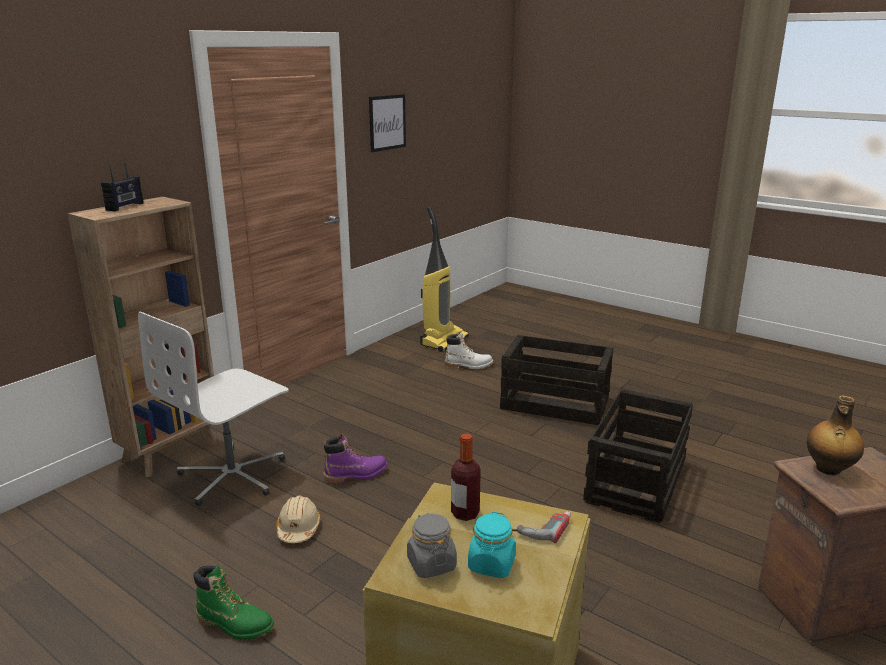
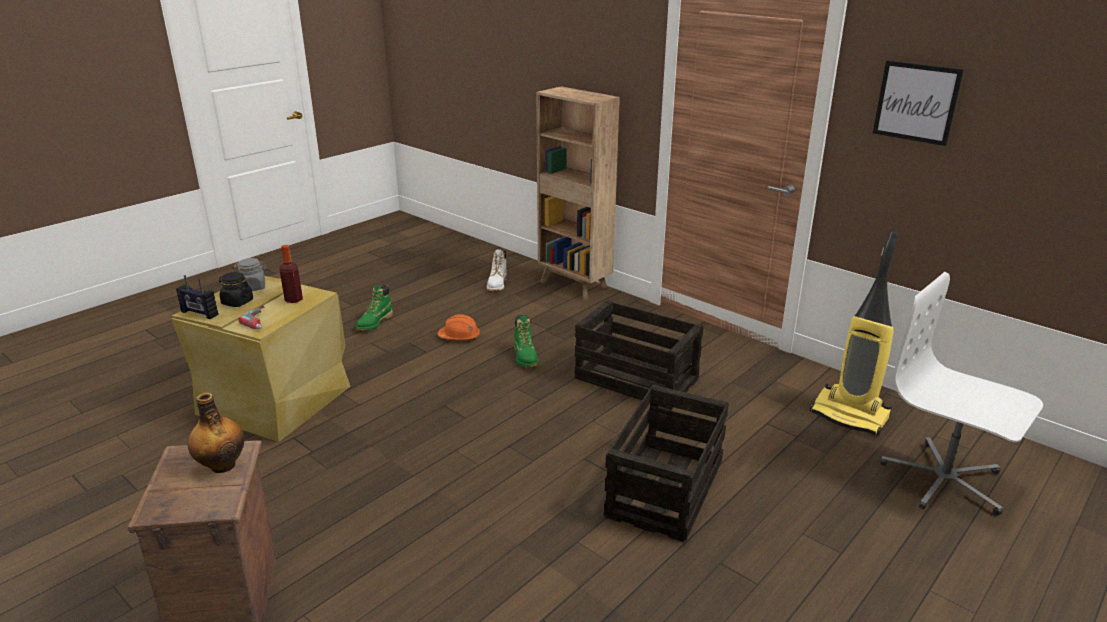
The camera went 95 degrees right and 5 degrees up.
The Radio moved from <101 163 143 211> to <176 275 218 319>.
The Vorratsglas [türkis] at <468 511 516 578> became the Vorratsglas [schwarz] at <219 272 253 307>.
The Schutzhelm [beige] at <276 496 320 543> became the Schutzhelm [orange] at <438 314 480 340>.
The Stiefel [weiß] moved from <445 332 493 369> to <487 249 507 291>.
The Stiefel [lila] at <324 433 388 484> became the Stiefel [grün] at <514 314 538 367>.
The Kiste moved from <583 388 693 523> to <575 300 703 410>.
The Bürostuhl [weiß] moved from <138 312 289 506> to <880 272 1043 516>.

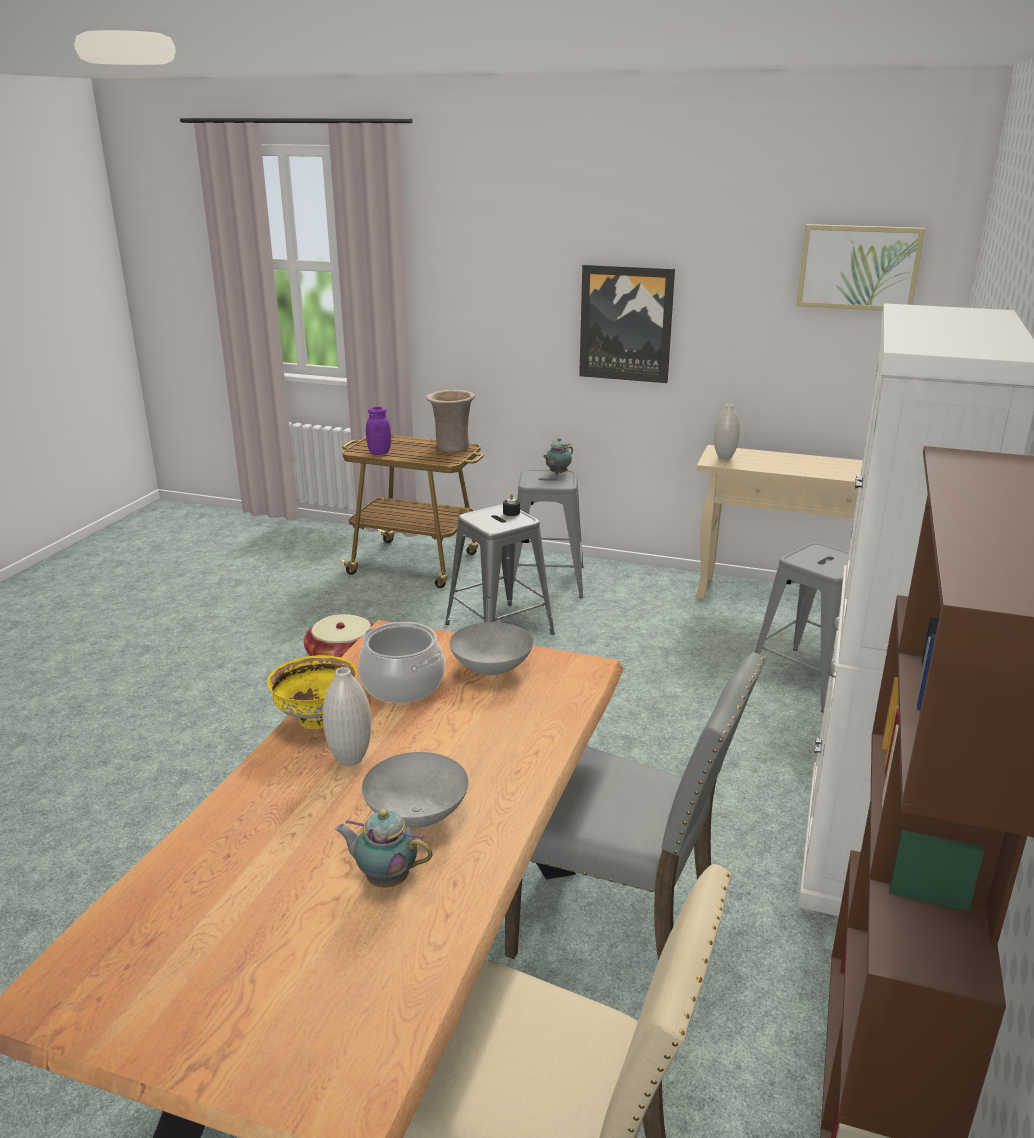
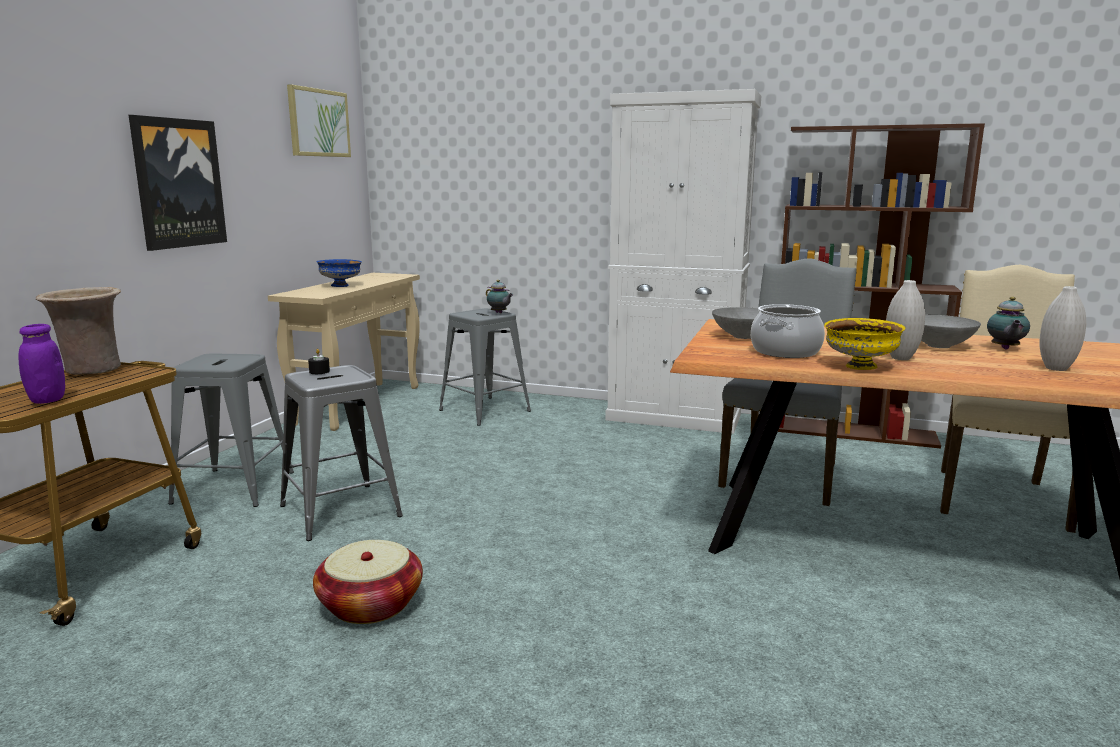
The camera went 90 degrees left and 10 degrees down.
The Schüssel [blau] at <316 259 362 287> appeared.
The Teekanne moved from <543 438 573 474> to <486 280 513 313>.
The Vase [weiß] moved from <714 404 740 460> to <1040 286 1086 371>.

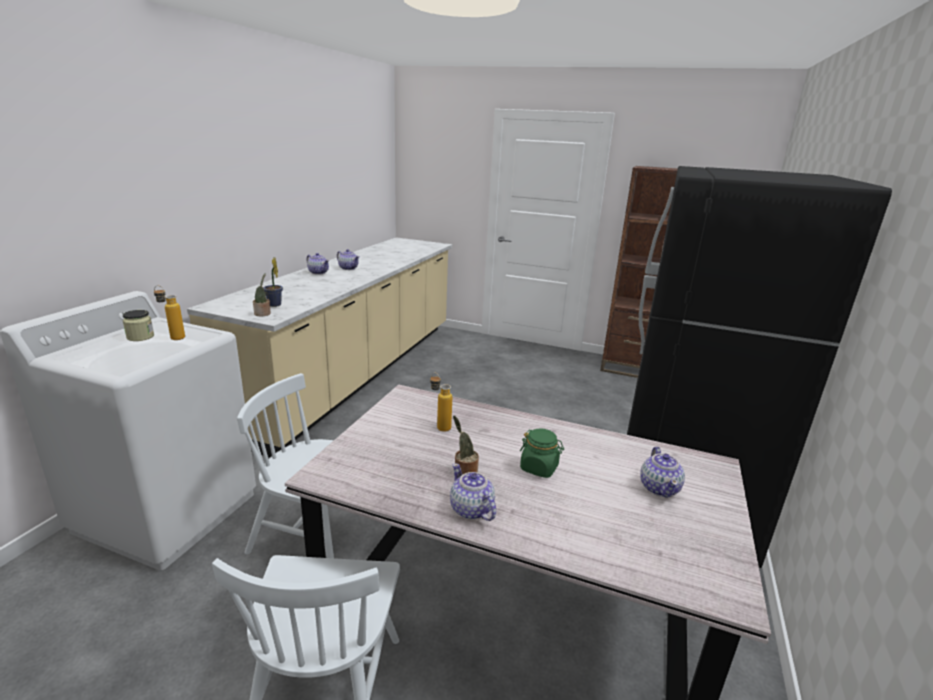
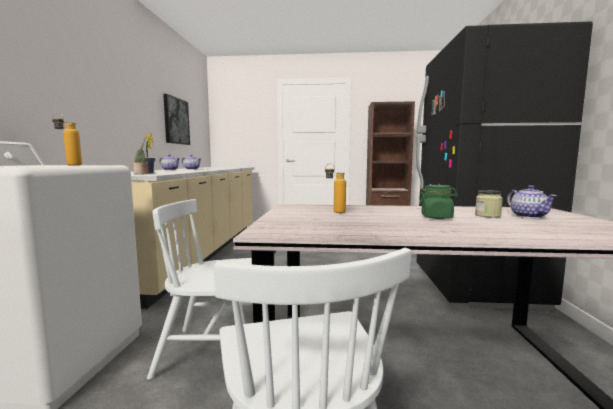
The camera went 15 degrees left and 15 degrees down.
The Bild at <163 94 190 145> appeared.
The Vorratsglas moved from <123 310 154 341> to <475 190 503 218>.
The Teekanne at <450 463 496 521> disappeared.
The Topfpflanze at <453 416 479 475> disappeared.

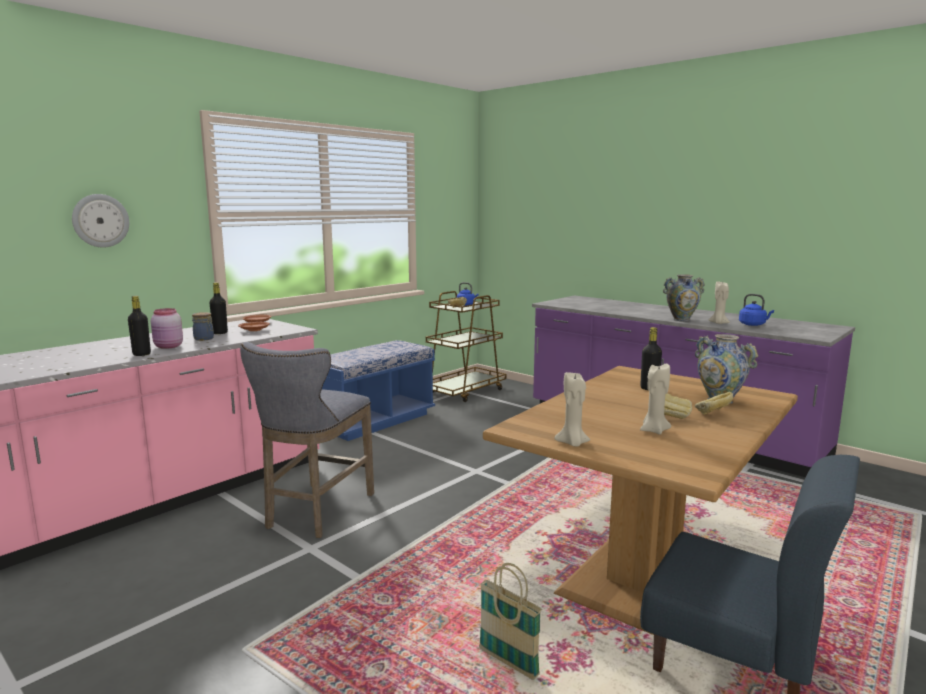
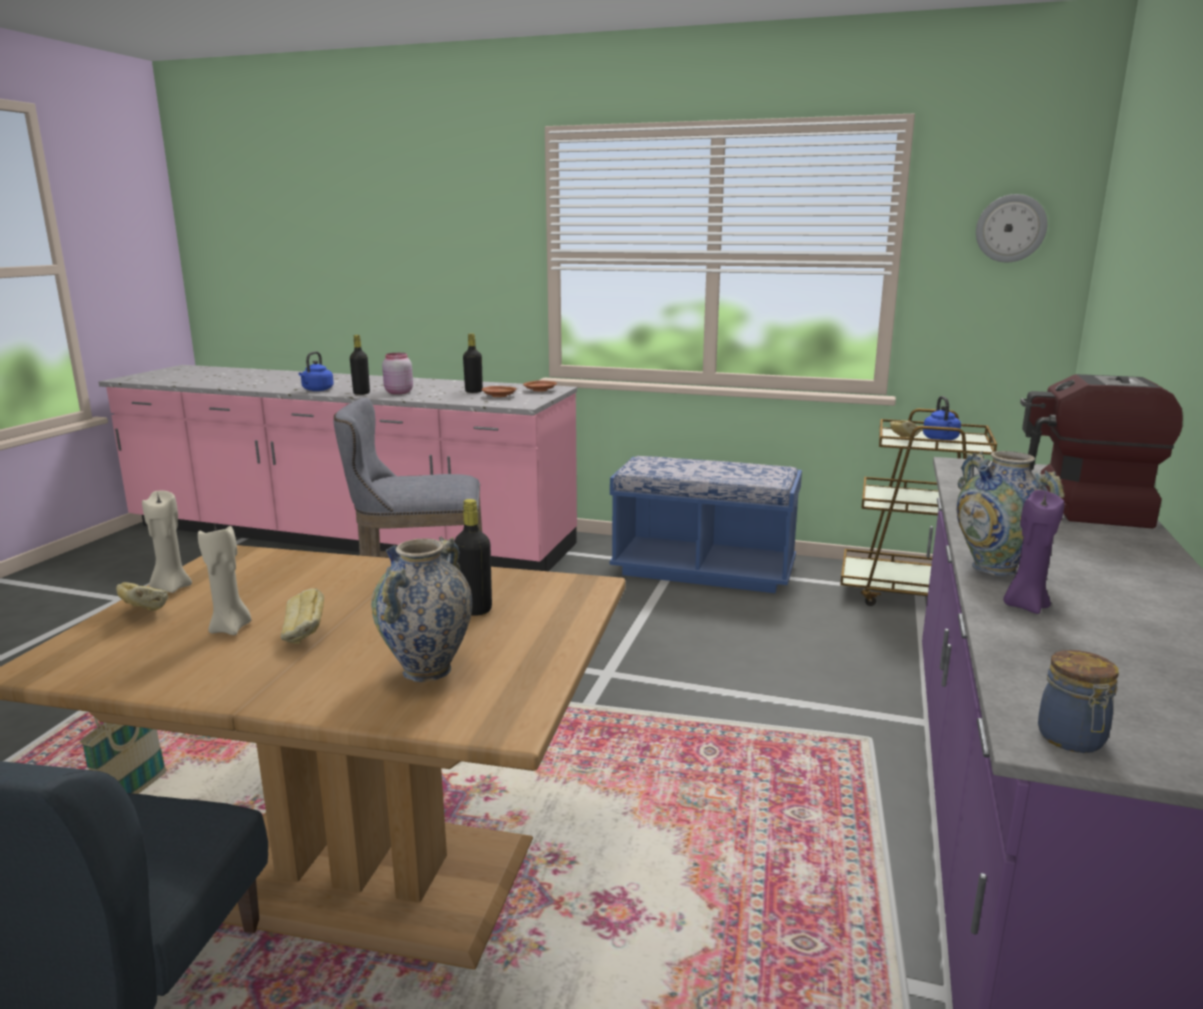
The camera went 65 degrees right and 5 degrees up.
The Brot moved from <695 392 733 415> to <116 582 168 611>.
The Wasserkessel [blau] moved from <739 294 774 326> to <299 351 334 391>.
The Wanduhr moved from <72 194 129 248> to <976 194 1047 262>.
The Kerze [beige] at <709 281 730 324> became the Kerze [lila] at <1003 490 1064 614>.
The Kaffeemaschine at <1020 374 1183 528> appeared.
The Vorratsglas moved from <192 312 214 341> to <1038 650 1119 753>.

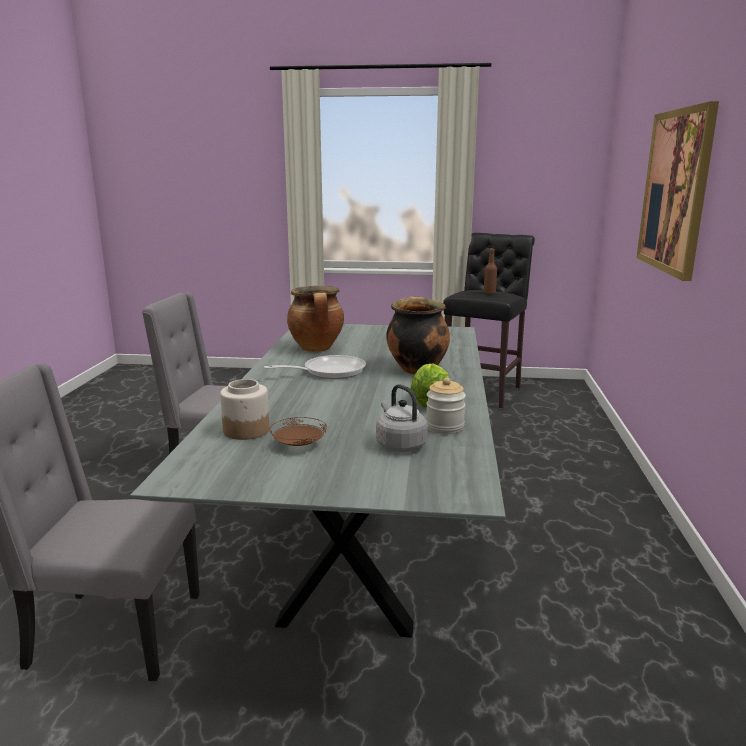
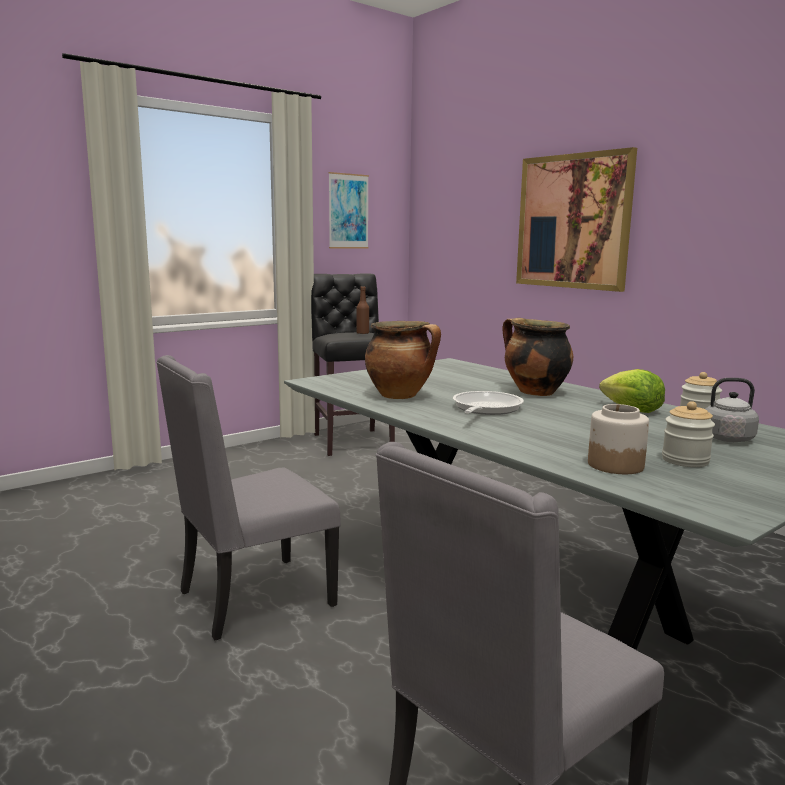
The camera went 45 degrees left and 5 degrees down.
The Bild at <328 172 369 248> appeared.
The Teller [braun] at <269 417 327 446> was replaced by the Vorratsglas at <662 401 715 467>.

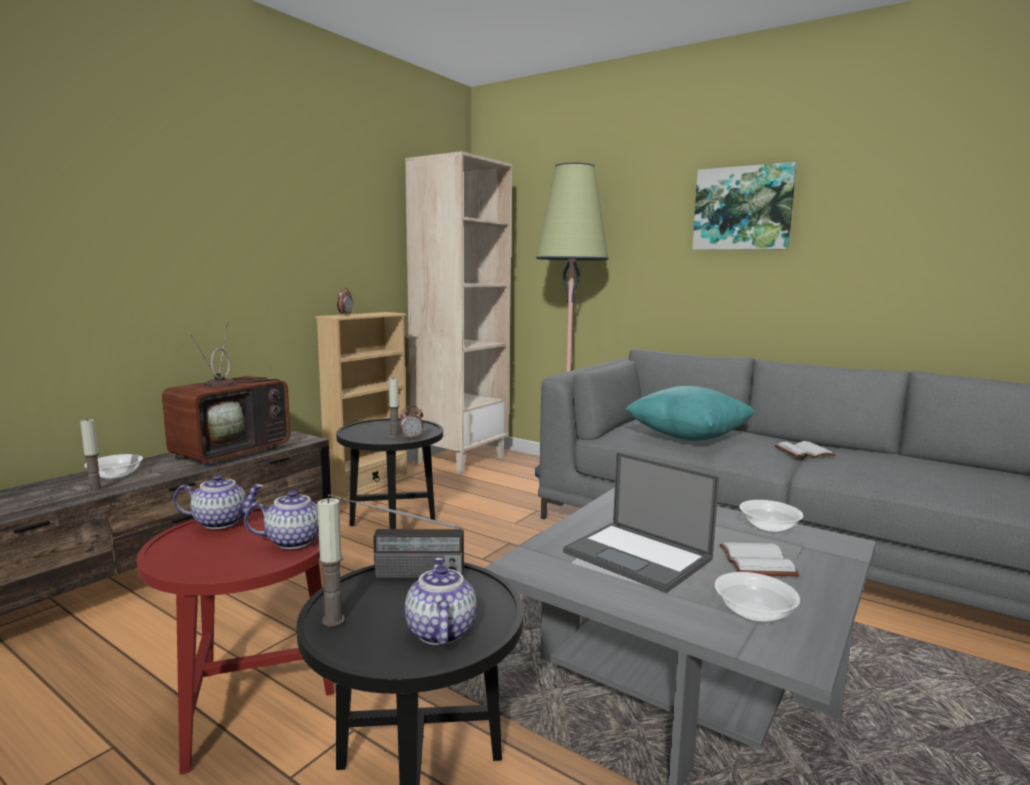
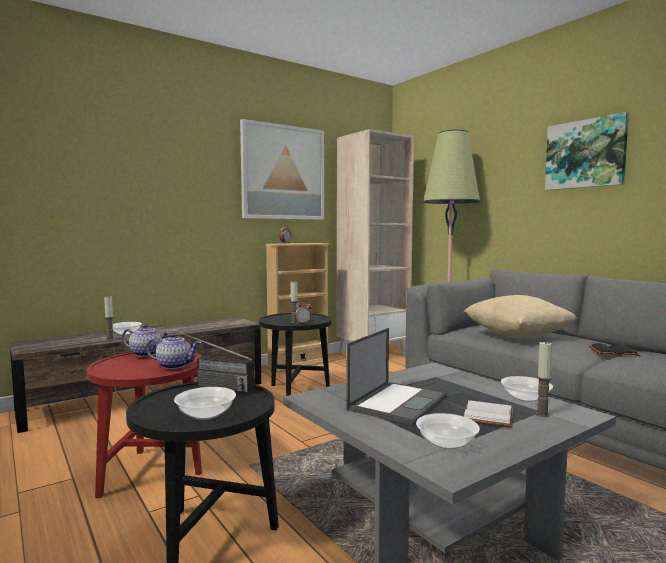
The camera went 20 degrees right and 5 degrees down.
The Teekanne at <405 557 477 646> was replaced by the Schüssel at <174 387 236 420>.
The Bild at <240 119 324 220> appeared.
The Laptop at <563 452 719 593> turned 120 degrees counterclockwise.
The Kissen [türkis] at <625 386 755 441> became the Kissen [beige] at <464 295 577 339>.
The Kerze moved from <317 498 345 626> to <536 342 552 417>.
The Buch [weiß] at <775 441 836 458> became the Buch [schwarz] at <589 343 641 357>.
The Fernseher at <162 320 291 466> disappeared.

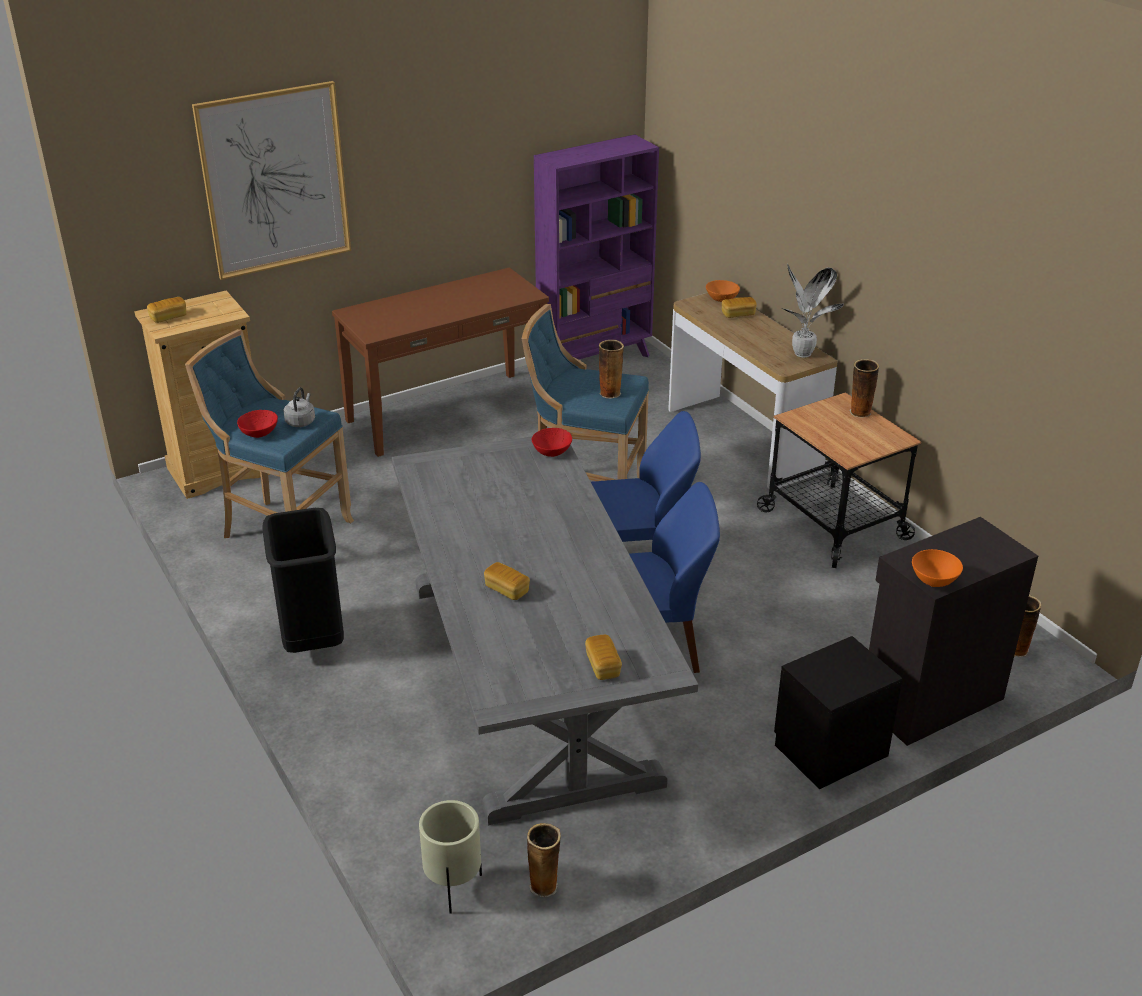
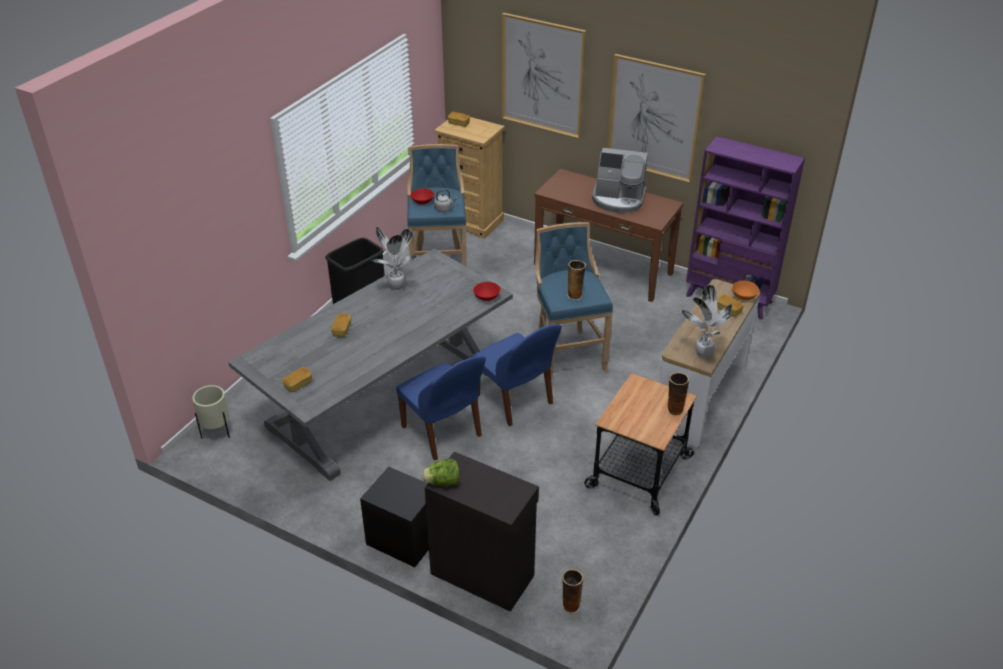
The camera went 60 degrees right and 5 degrees up.
The Topfpflanze at <371 227 417 291> appeared.
The Schüssel [orange] at <912 549 963 587> was replaced by the Salatkopf at <421 458 460 486>.
The Kaffeemaschine at <592 148 648 213> appeared.
The Bild at <607 54 706 183> appeared.
The Vase at <527 823 561 897> disappeared.

